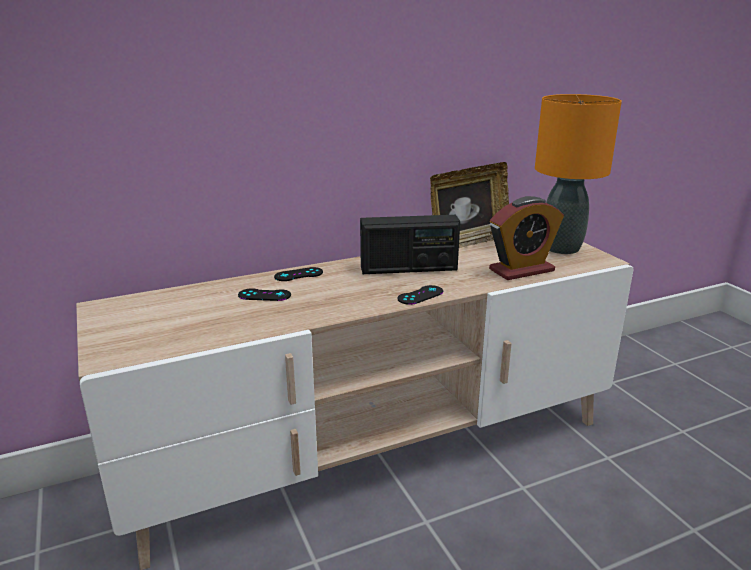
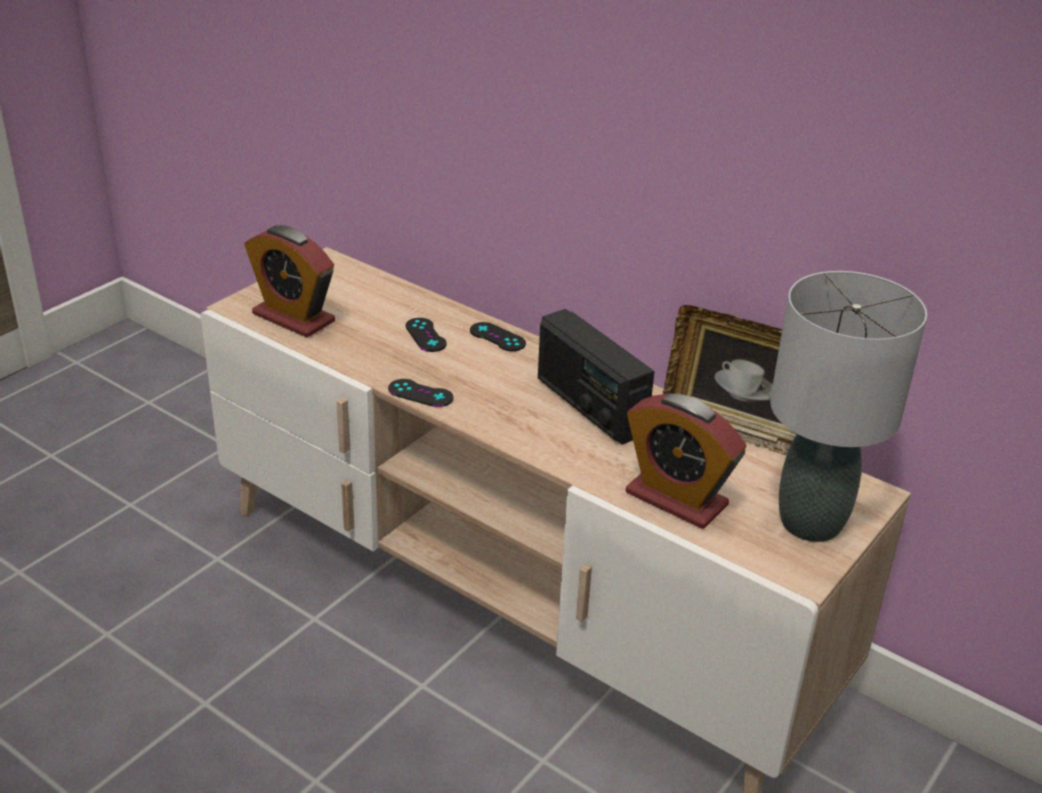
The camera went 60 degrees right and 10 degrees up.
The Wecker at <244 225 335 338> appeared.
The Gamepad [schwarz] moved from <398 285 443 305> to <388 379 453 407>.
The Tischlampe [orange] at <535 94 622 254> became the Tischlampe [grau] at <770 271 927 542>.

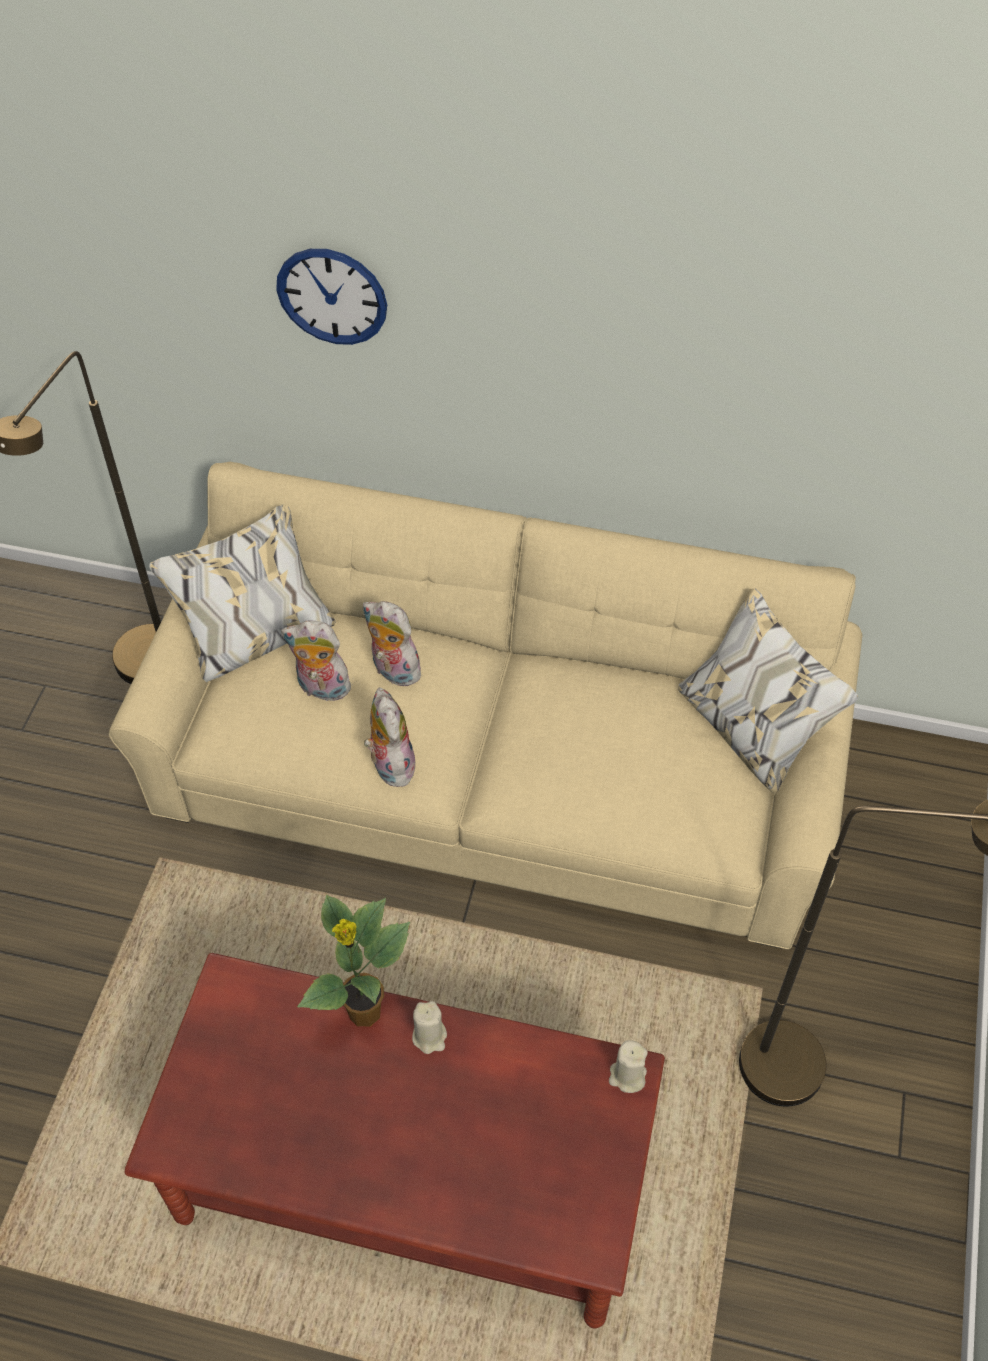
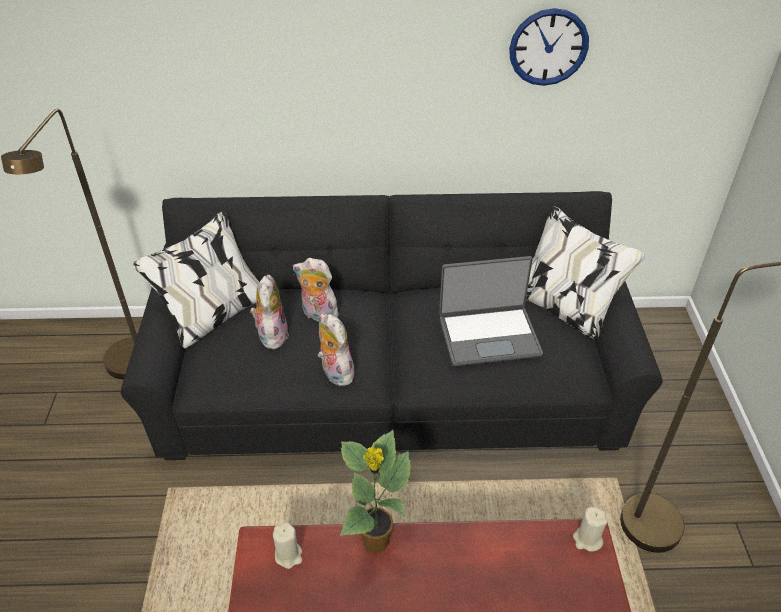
The camera went 15 degrees left and 10 degrees down.
The Sofa [beige] at <108 462 862 949> became the Sofa [schwarz] at <120 191 663 460>.
The Plüschtier at <281 621 351 701> turned 90 degrees clockwise.
The Kerze [beige] moved from <412 1001 447 1054> to <273 522 302 569>.
The Laptop at <439 256 543 366> appeared.
The Wanduhr moved from <276 249 387 345> to <509 8 589 86>.

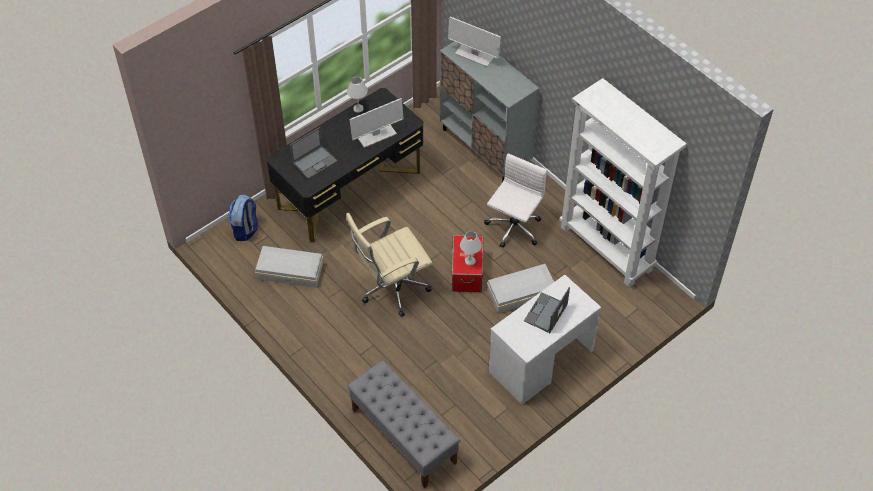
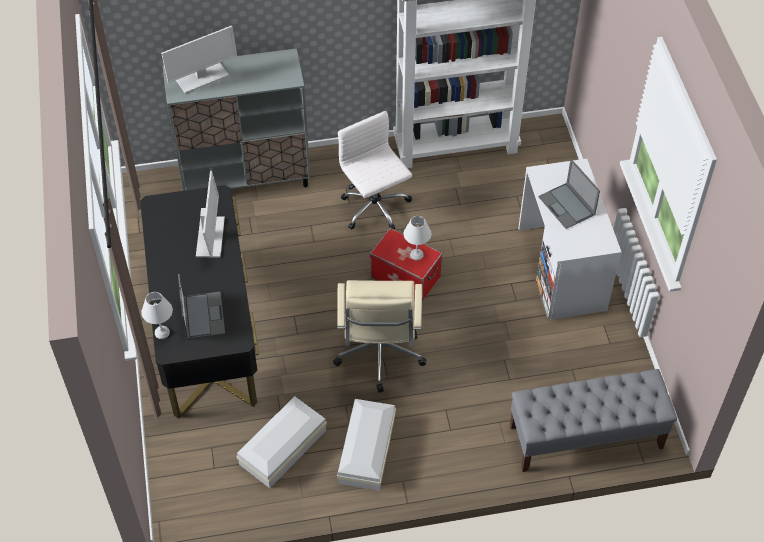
The camera went 60 degrees left and 0 degrees up.
The Tischlampe [weiß] moved from <347 77 368 113> to <141 292 173 339>.
The Aufbewahrungsbox [weiß] moved from <487 264 554 314> to <337 399 396 491>.
The Rucksack at <228 195 258 241> disappeared.

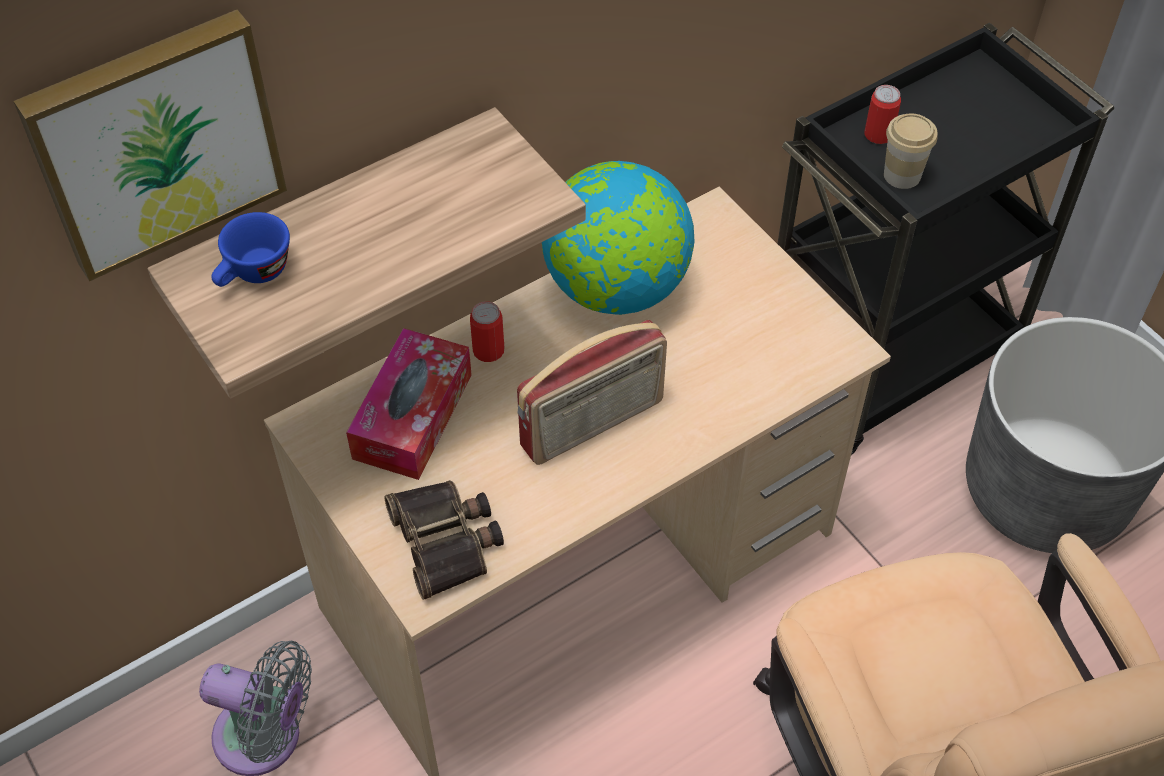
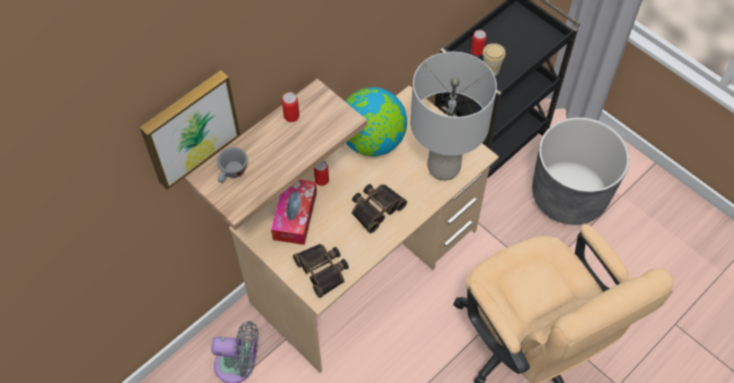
The camera went 10 degrees left and 5 degrees up.
The Tasse [blau] at <211 212 290 287> became the Tasse [grau] at <217 147 248 183>.
The Dose at <282 92 300 122> appeared.
The Radio at <517 320 667 465> was replaced by the Fernglas at <352 184 407 234>.
The Tischlampe [grau] at <410 52 497 181> appeared.

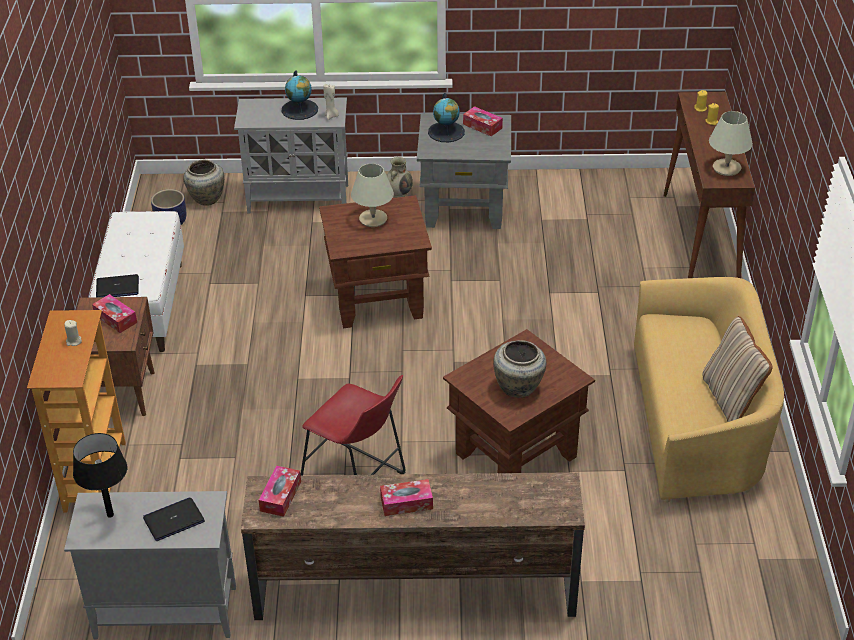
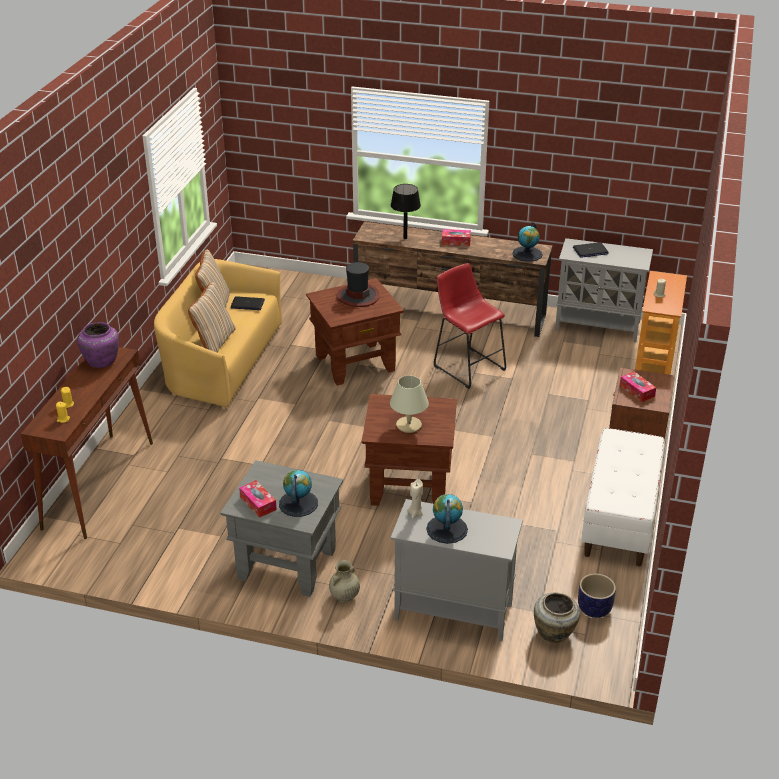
The camera went 165 degrees left and 5 degrees down.
The Tischlampe [beige] at <709 111 753 176> was replaced by the Vase [lila] at <77 322 119 368>.
The Kissen [beige] at <188 282 236 353> appeared.
The Laptop moved from <96 274 139 297> to <231 296 265 310>.
The Vase [beige] at <493 340 546 398> was replaced by the Hut at <336 262 380 307>.
The Tischlampe [schwarz] moved from <73 433 127 518> to <391 184 421 239>.
The Taschentuchbox at <259 465 301 517> was replaced by the Globus at <512 222 542 262>.

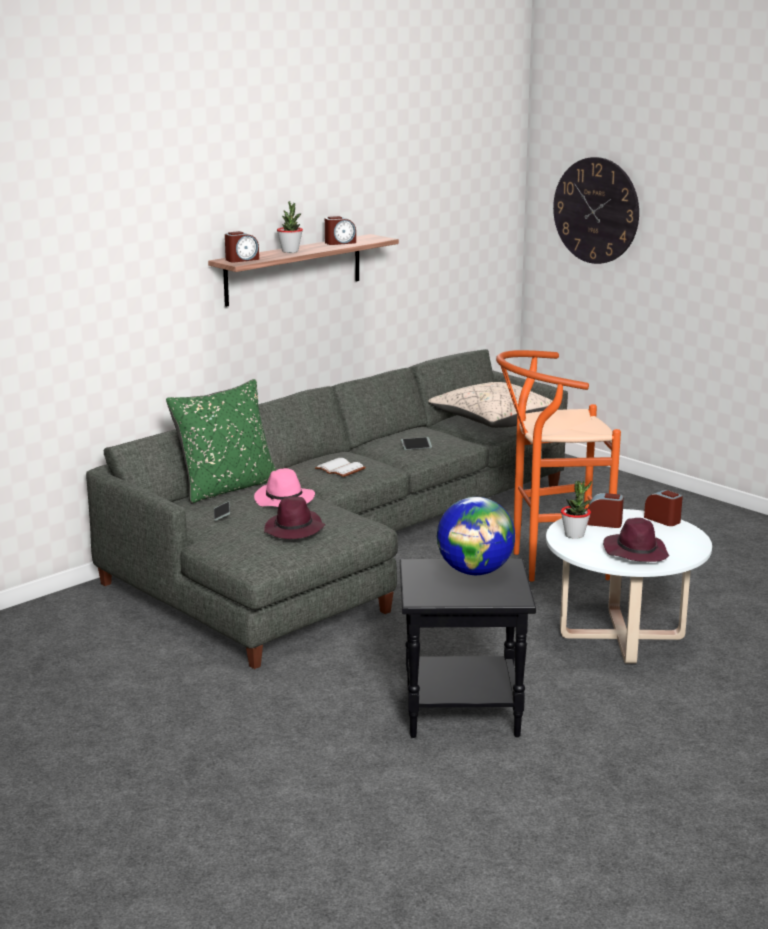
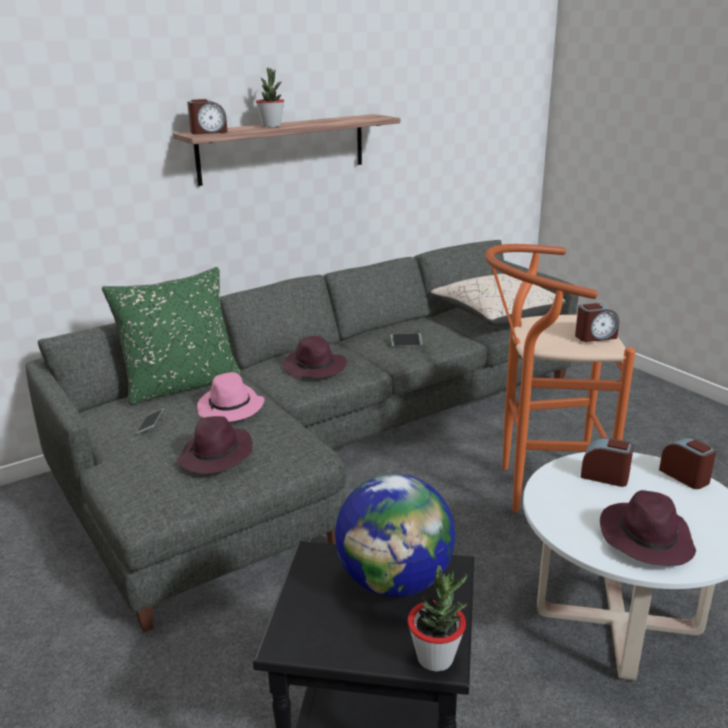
The camera went 10 degrees right and 5 degrees up.
The Buch [weiß] at <315 458 366 477> was replaced by the Hut [lila] at <283 336 346 378>.
The Topfpflanze moved from <561 481 592 539> to <408 565 468 672>.
The Wecker moved from <325 216 356 245> to <575 303 619 342>.
The Wanduhr at <553 157 639 264> disappeared.

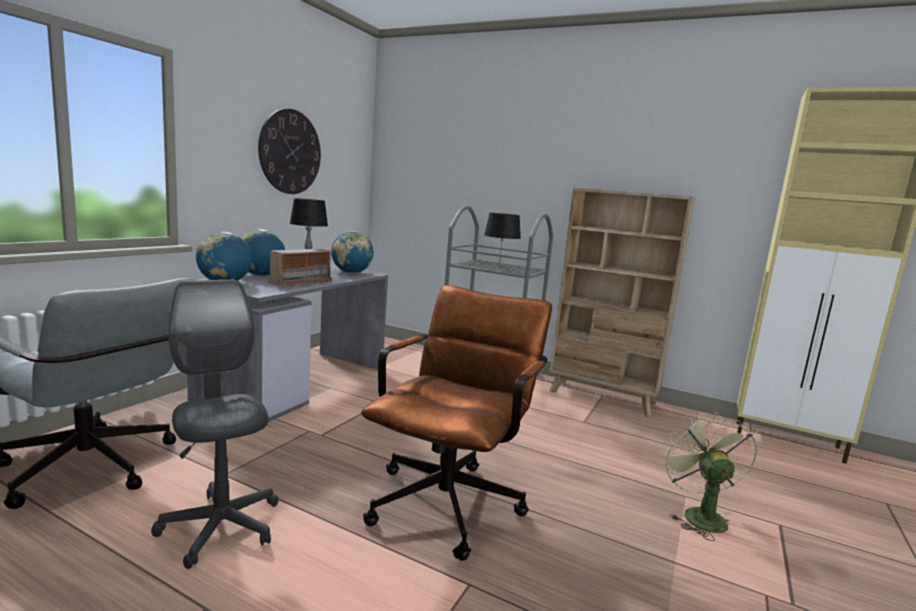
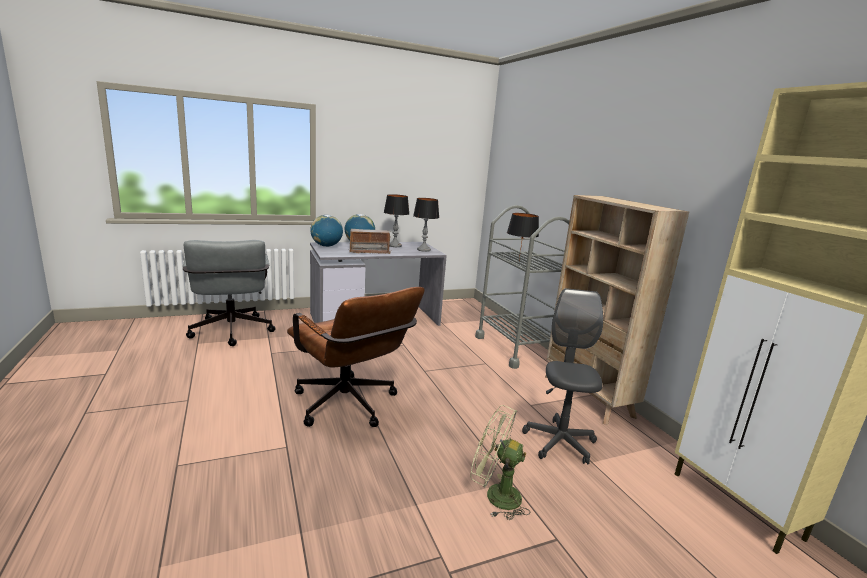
The camera went 40 degrees right and 5 degrees up.
The Bürostuhl [braun] at <361 285 552 561> turned 75 degrees clockwise.
The Globus at <331 231 374 273> was replaced by the Tischlampe at <413 198 439 252>.
The Ventilator [grün] at <661 412 757 541> turned 105 degrees counterclockwise.
The Bürostuhl [grau] moved from <151 280 279 569> to <522 288 603 465>.
The Wanduhr at <258 109 321 194> disappeared.

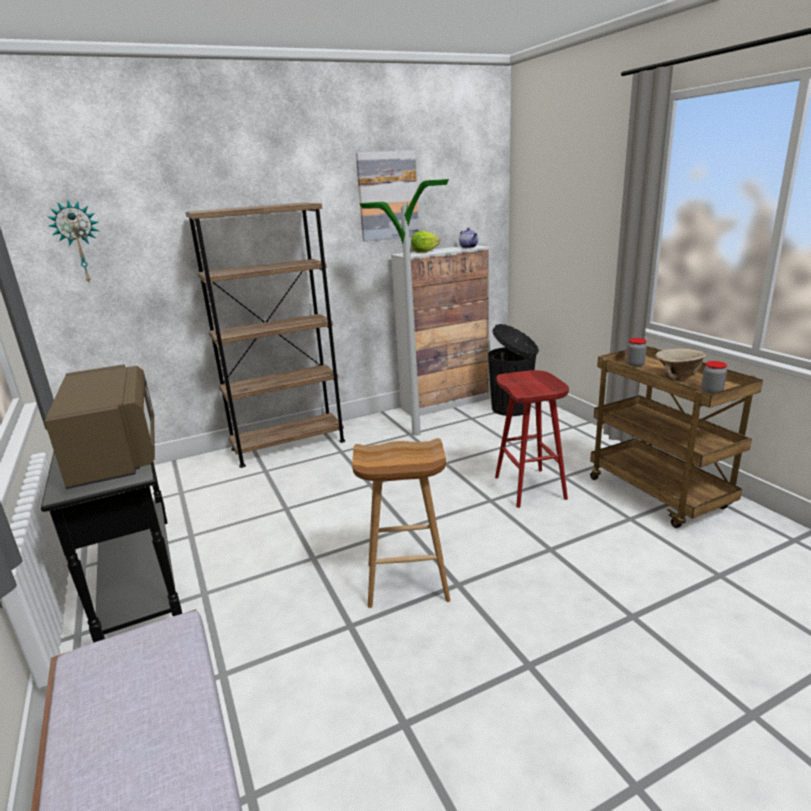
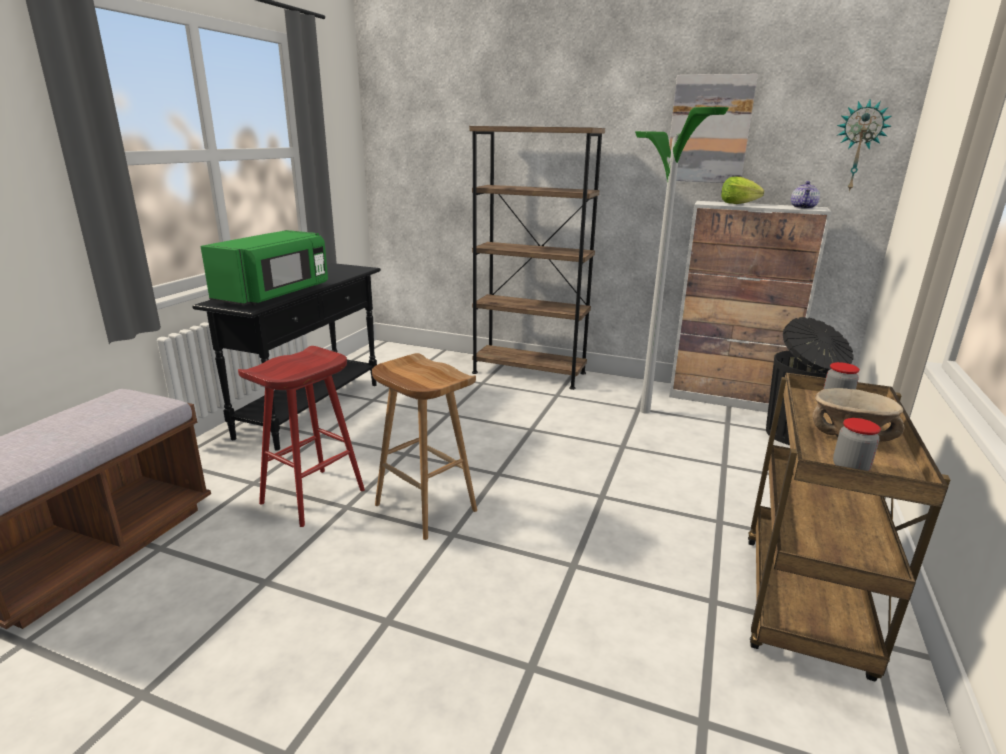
The camera went 45 degrees right and 0 degrees up.
The Mikrowelle [braun] at <45 364 155 489> became the Mikrowelle [grün] at <201 230 328 305>.
The Hocker [rot] moved from <495 370 569 508> to <238 346 365 527>.
The Wanduhr moved from <47 199 99 284> to <837 99 891 192>.

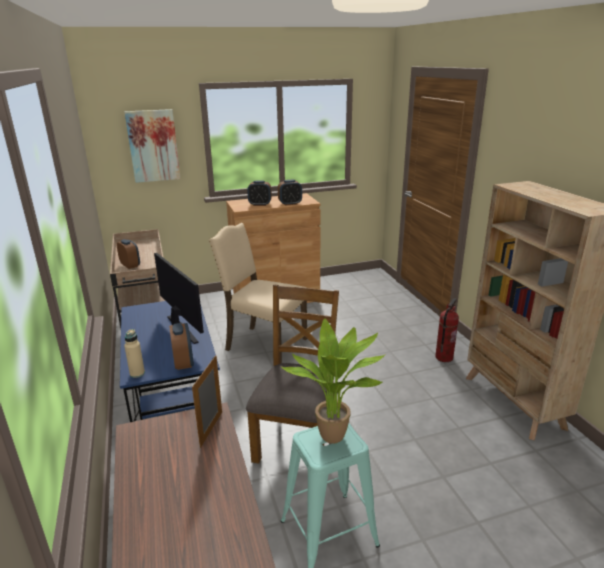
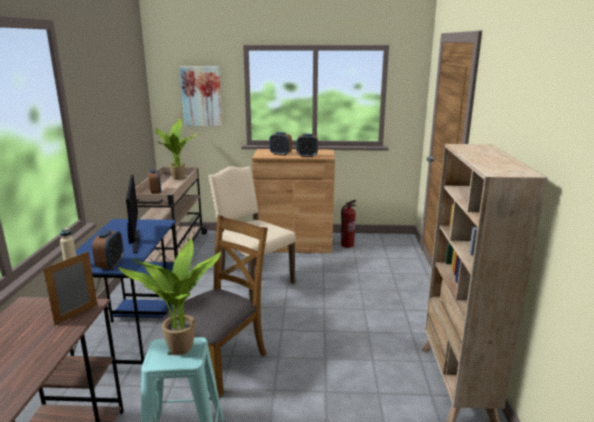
The camera went 20 degrees right and 5 degrees down.
The Topfpflanze at <155 118 198 180> appeared.
The Feuerlöscher moved from <435 298 459 362> to <341 200 356 248>.

